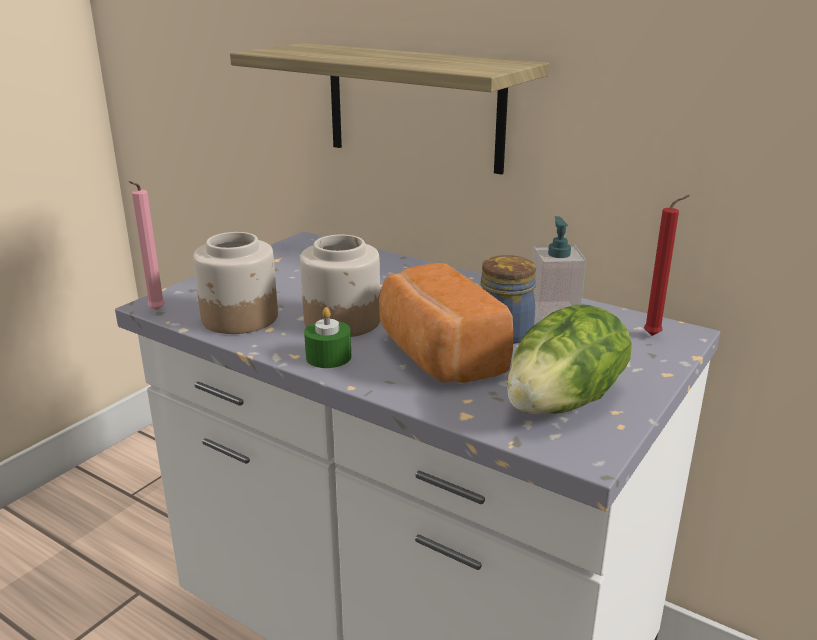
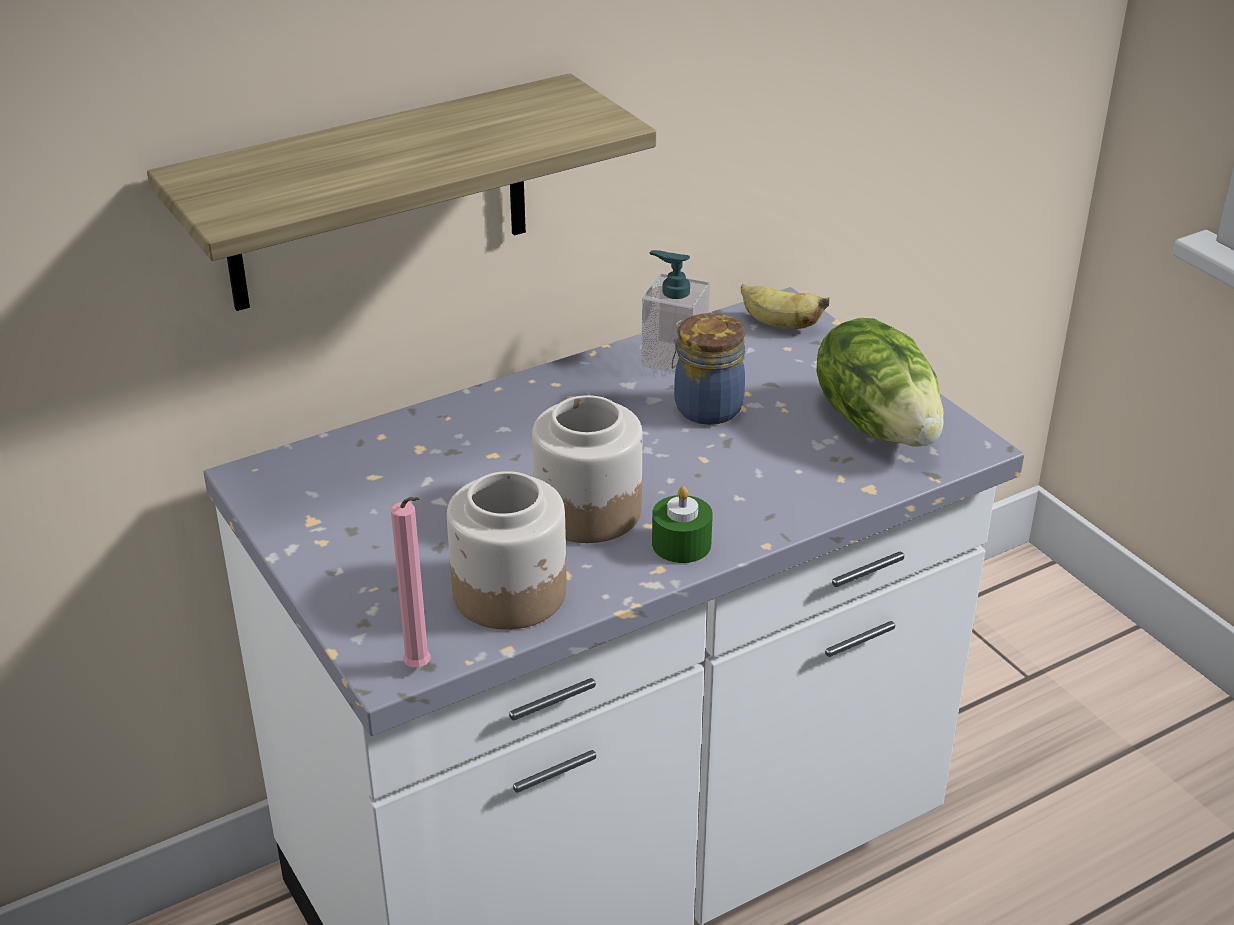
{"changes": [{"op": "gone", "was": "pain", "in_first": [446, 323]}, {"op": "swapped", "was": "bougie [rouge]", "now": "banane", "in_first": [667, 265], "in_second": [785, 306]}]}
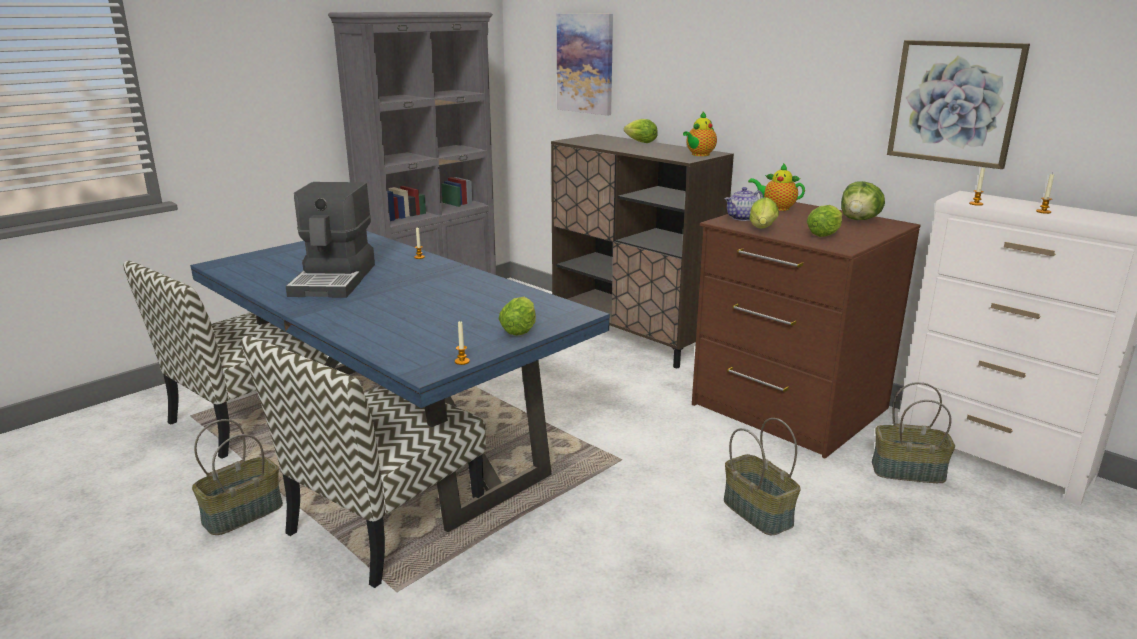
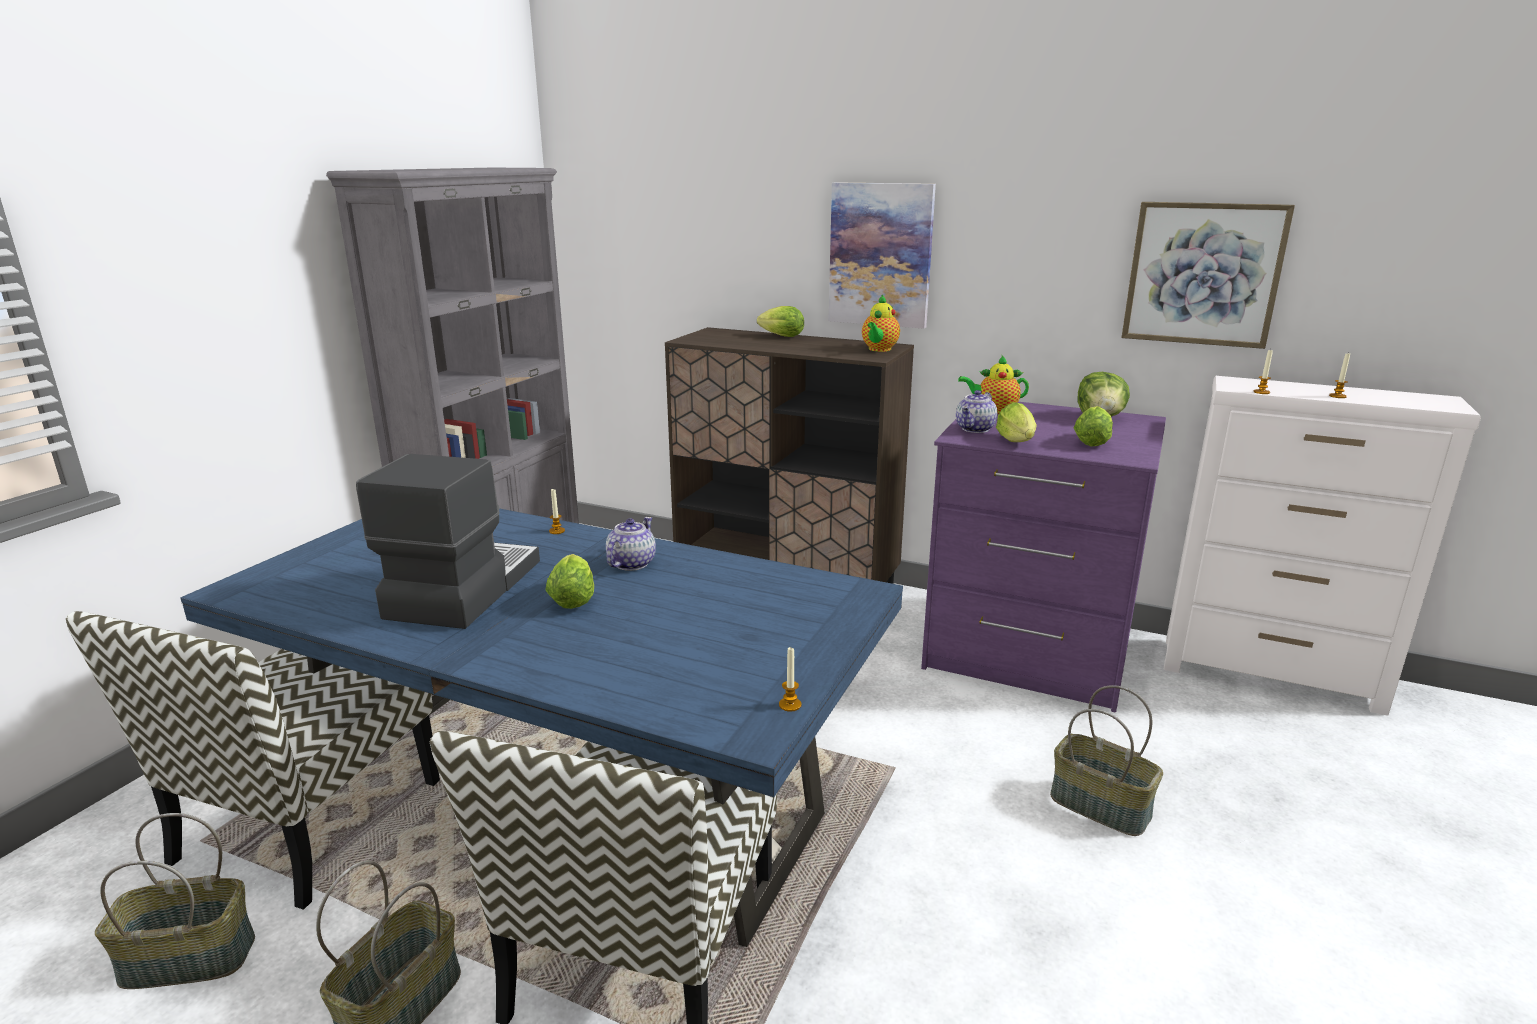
{"changes": [{"op": "rotated", "was": "machine à café", "in_first": [330, 240], "in_second": [448, 541], "clockwise": -150}, {"op": "shifted", "was": "laitue", "in_first": [517, 316], "in_second": [569, 581]}, {"op": "shifted", "was": "tableau", "in_first": [585, 64], "in_second": [882, 255]}, {"op": "repainted", "was": "commode [marron]", "now": "commode [violet]", "in_first": [806, 330], "in_second": [1043, 557]}, {"op": "shifted", "was": "panier", "in_first": [913, 432], "in_second": [175, 901]}, {"op": "new", "now": "théière", "in_second": [631, 544]}]}
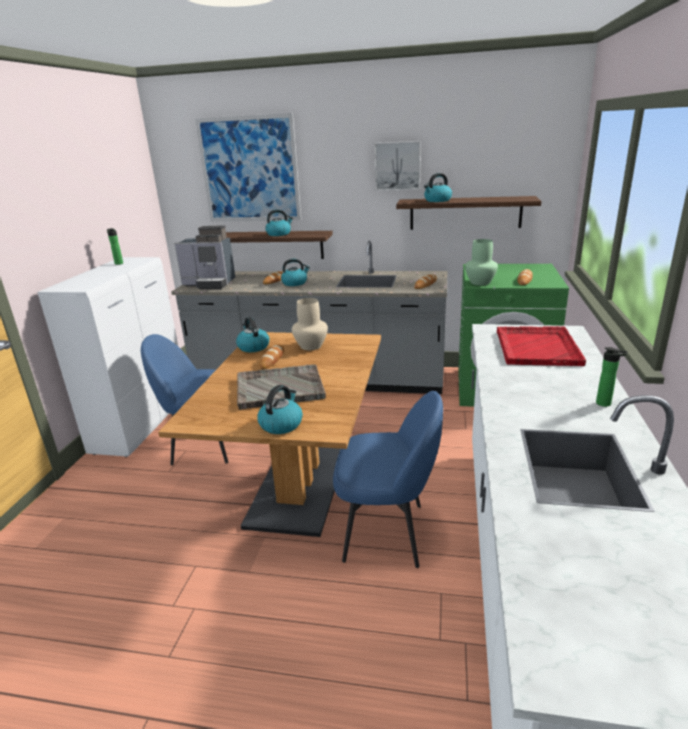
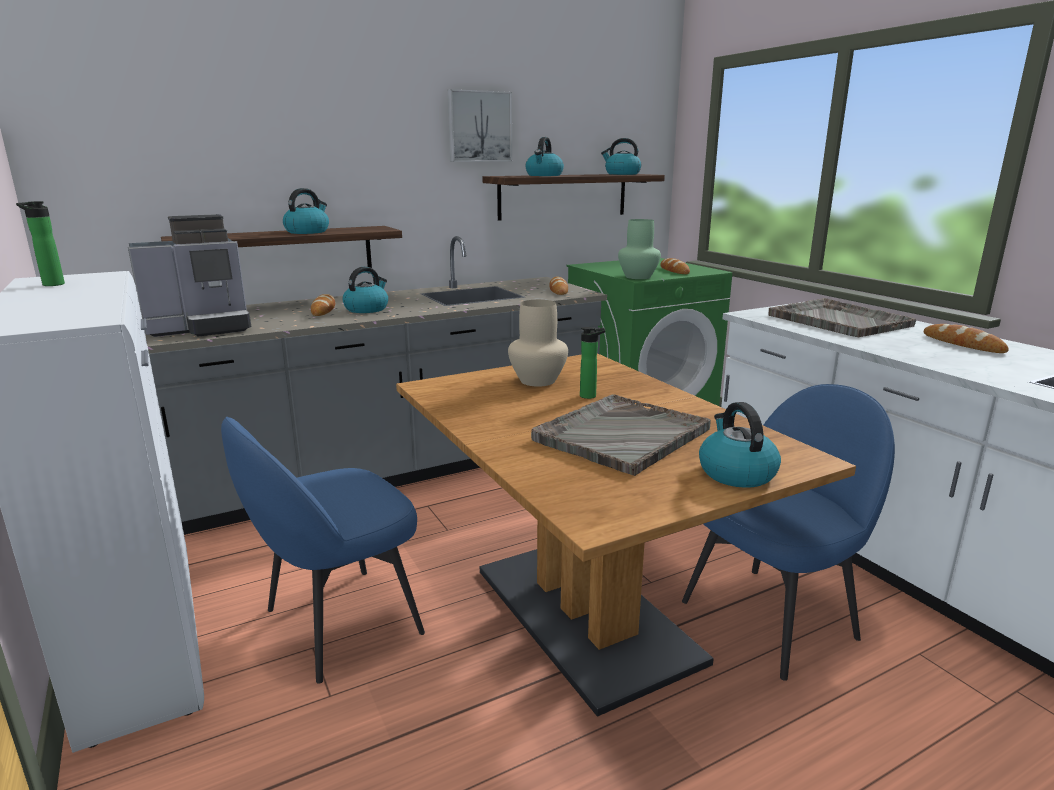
{"changes": [{"op": "gone", "was": "tableau", "in_first": [248, 167]}, {"op": "shifted", "was": "bouilloire", "in_first": [252, 334], "in_second": [621, 156]}, {"op": "shifted", "was": "pain", "in_first": [271, 357], "in_second": [966, 338]}, {"op": "repainted", "was": "plateau [rouge]", "now": "plateau [gris]", "in_first": [541, 346], "in_second": [842, 317]}, {"op": "shifted", "was": "bouteille", "in_first": [612, 377], "in_second": [592, 363]}]}
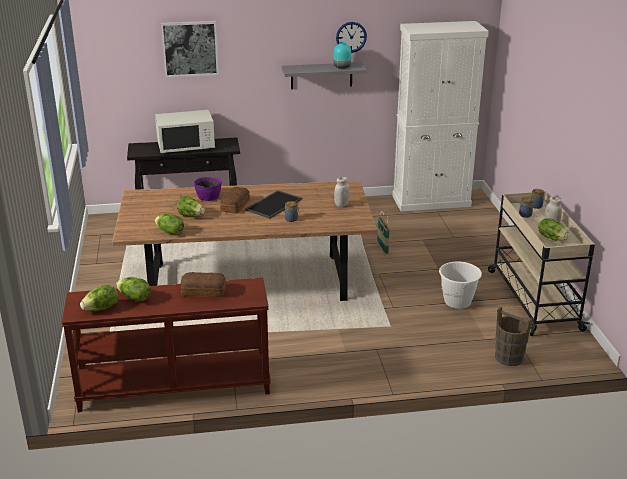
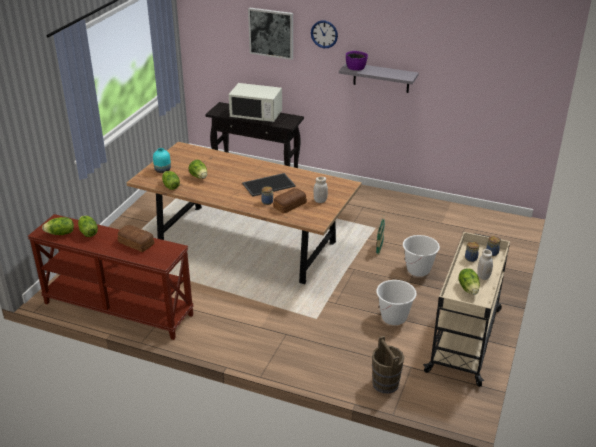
{"changes": [{"op": "shifted", "was": "bol [violet]", "in_first": [208, 189], "in_second": [357, 60]}, {"op": "shifted", "was": "pain", "in_first": [235, 200], "in_second": [290, 200]}, {"op": "shifted", "was": "vase [turquoise]", "in_first": [342, 55], "in_second": [162, 160]}, {"op": "shifted", "was": "horloge murale", "in_first": [351, 37], "in_second": [324, 34]}, {"op": "gone", "was": "meuble de rangement [blanc]", "in_first": [440, 116]}, {"op": "new", "now": "seau [blanc]", "in_second": [421, 256]}]}
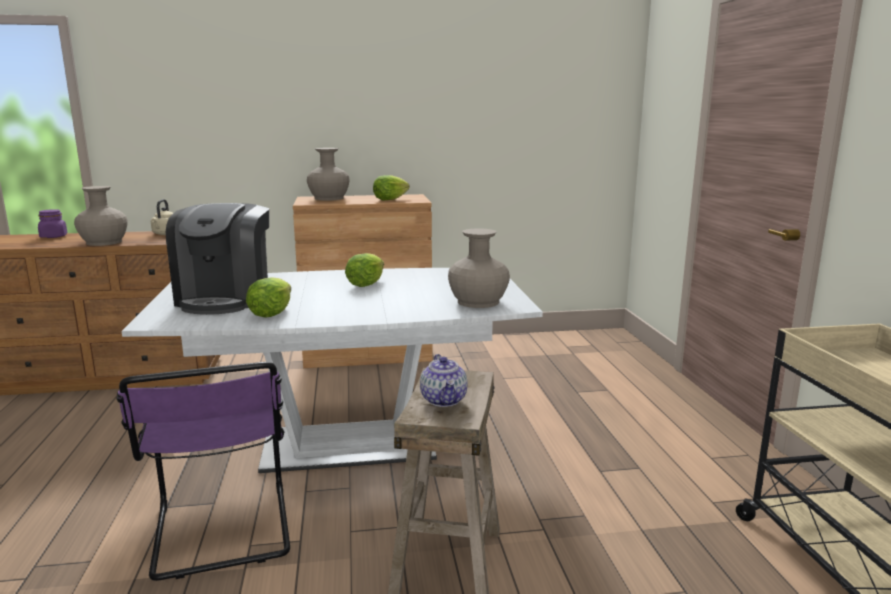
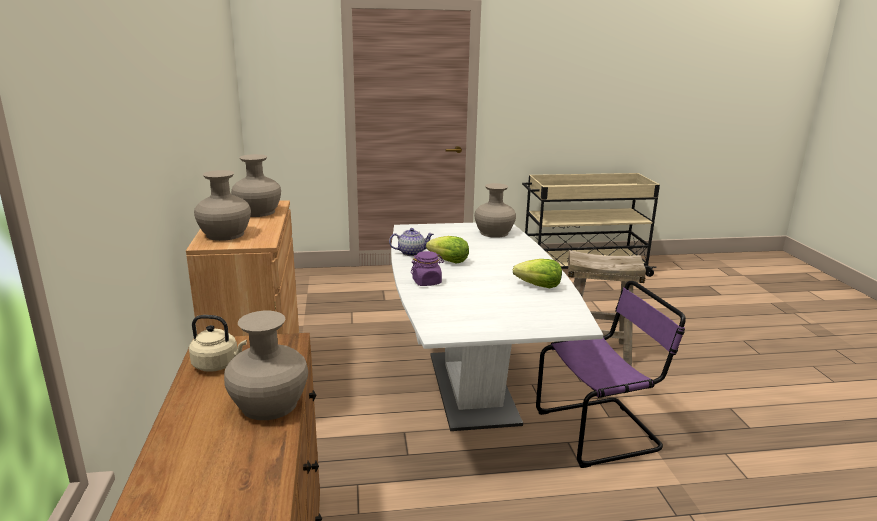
{"changes": [{"op": "shifted", "was": "bocal [violet]", "in_first": [52, 223], "in_second": [427, 268]}, {"op": "gone", "was": "machine à café", "in_first": [217, 259]}, {"op": "swapped", "was": "laitue", "now": "vase [beige]", "in_first": [391, 187], "in_second": [256, 185]}, {"op": "shifted", "was": "théière", "in_first": [444, 380], "in_second": [411, 242]}]}
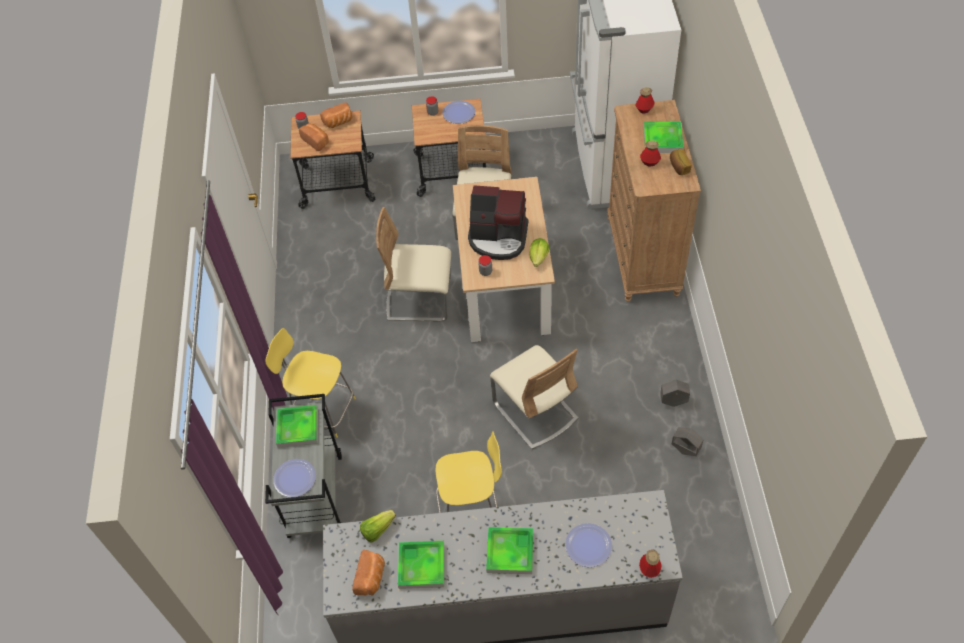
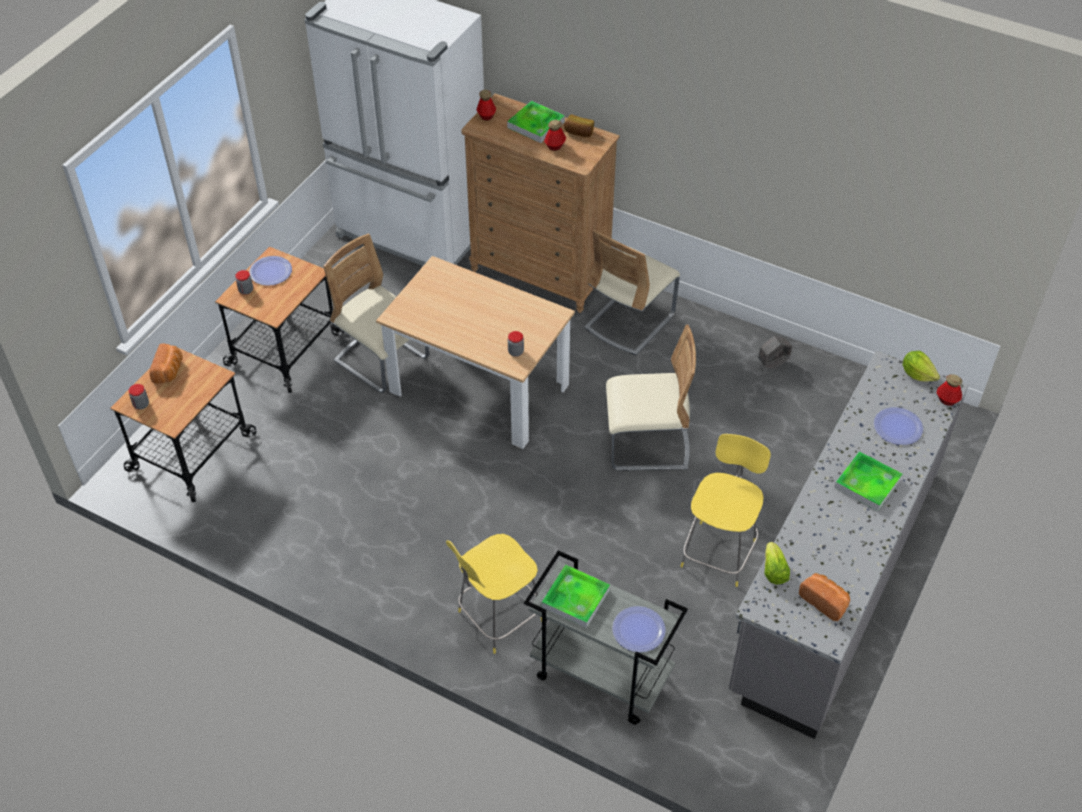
{"changes": [{"op": "gone", "was": "pain", "in_first": [314, 137]}, {"op": "shifted", "was": "chaise [beige]", "in_first": [413, 264], "in_second": [632, 292]}, {"op": "gone", "was": "plateau", "in_first": [421, 565]}, {"op": "gone", "was": "machine à café", "in_first": [498, 222]}, {"op": "shifted", "was": "laitue", "in_first": [539, 252], "in_second": [921, 366]}, {"op": "gone", "was": "cache-pot [gris]", "in_first": [675, 393]}]}
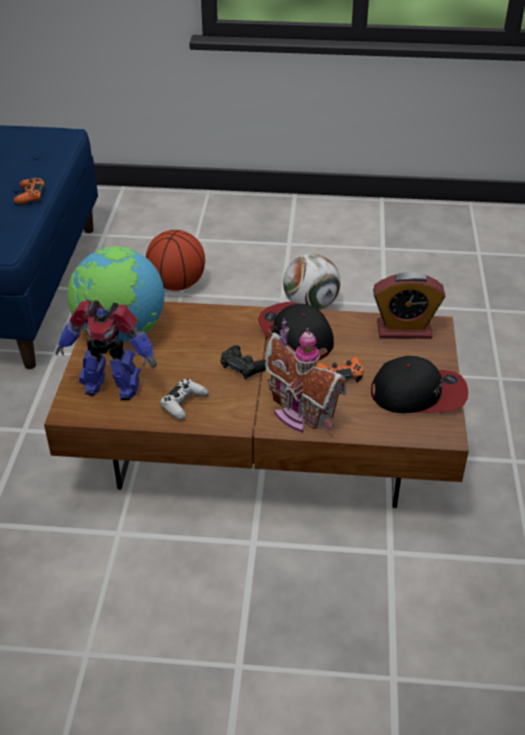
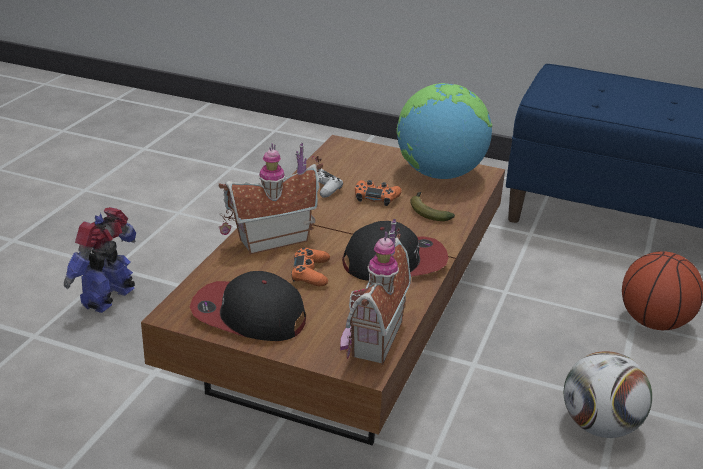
{"changes": [{"op": "shifted", "was": "manette [orange]", "in_first": [29, 191], "in_second": [378, 193]}, {"op": "shifted", "was": "robot jouet", "in_first": [106, 350], "in_second": [100, 260]}, {"op": "gone", "was": "manette [noir]", "in_first": [243, 362]}, {"op": "rotated", "was": "casquette", "in_first": [419, 384], "in_second": [248, 306], "clockwise": 90}, {"op": "swapped", "was": "réveil", "now": "maison miniature", "in_first": [409, 305], "in_second": [375, 292]}, {"op": "new", "now": "banane", "in_second": [432, 206]}]}
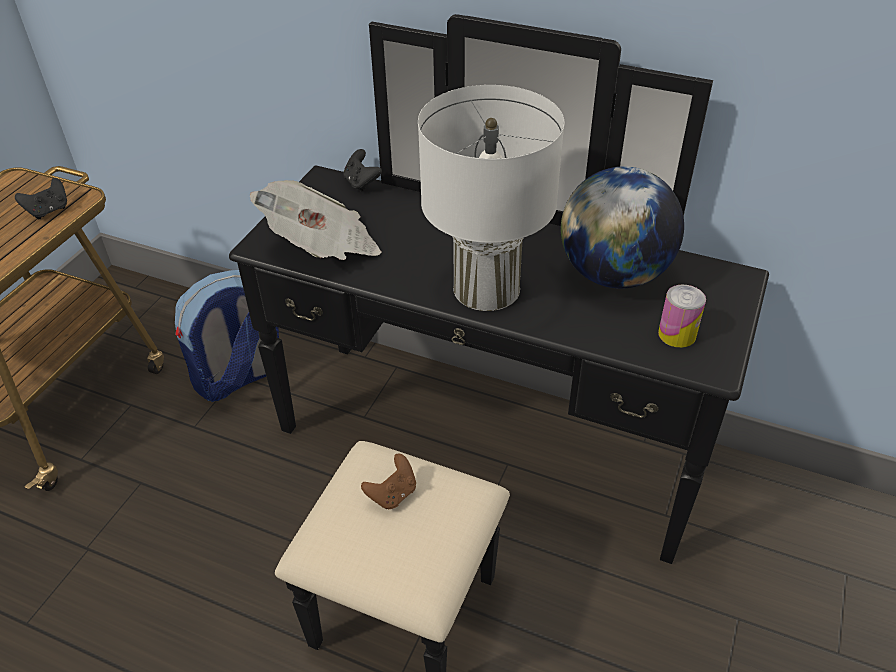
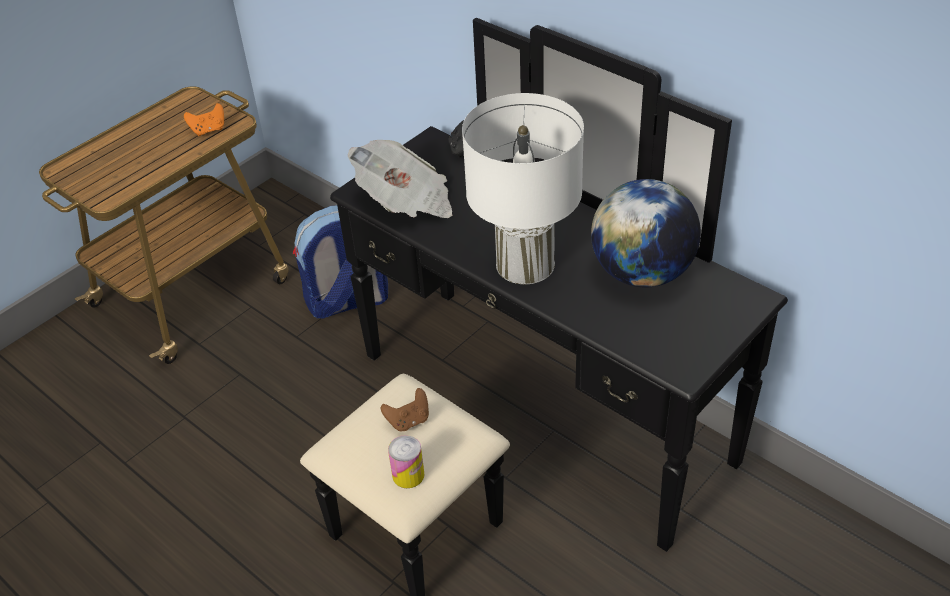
{"changes": [{"op": "repainted", "was": "manette [noir]", "now": "manette [orange]", "in_first": [41, 198], "in_second": [204, 119]}, {"op": "shifted", "was": "boîte métallique", "in_first": [682, 316], "in_second": [406, 461]}]}
